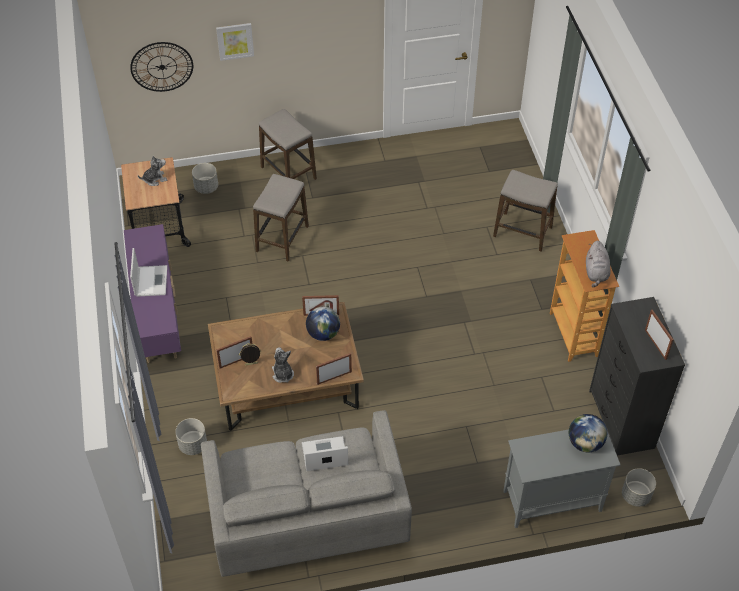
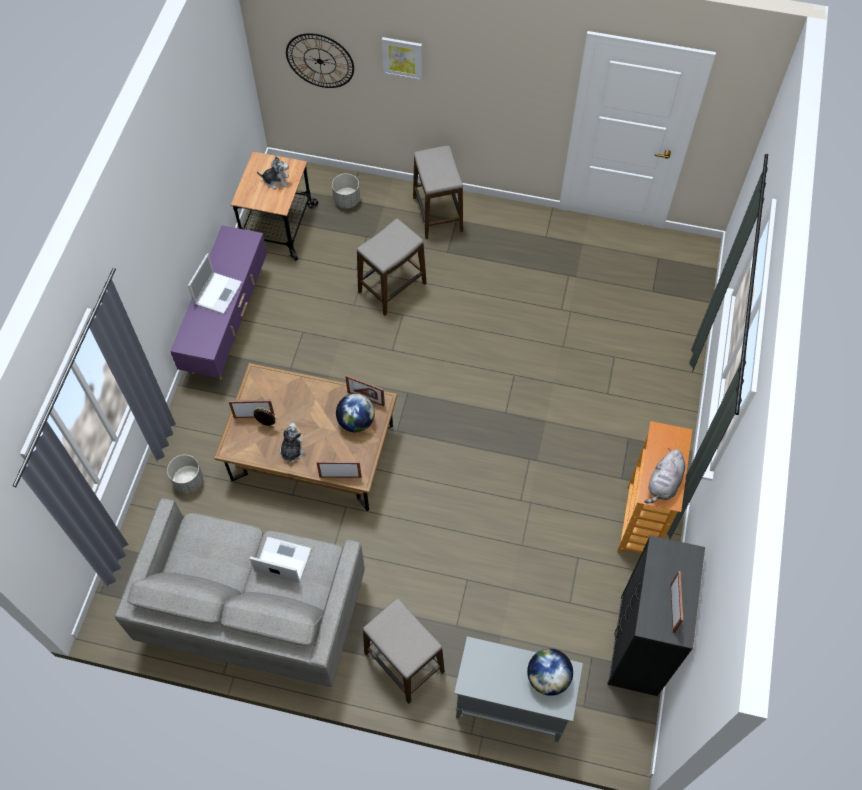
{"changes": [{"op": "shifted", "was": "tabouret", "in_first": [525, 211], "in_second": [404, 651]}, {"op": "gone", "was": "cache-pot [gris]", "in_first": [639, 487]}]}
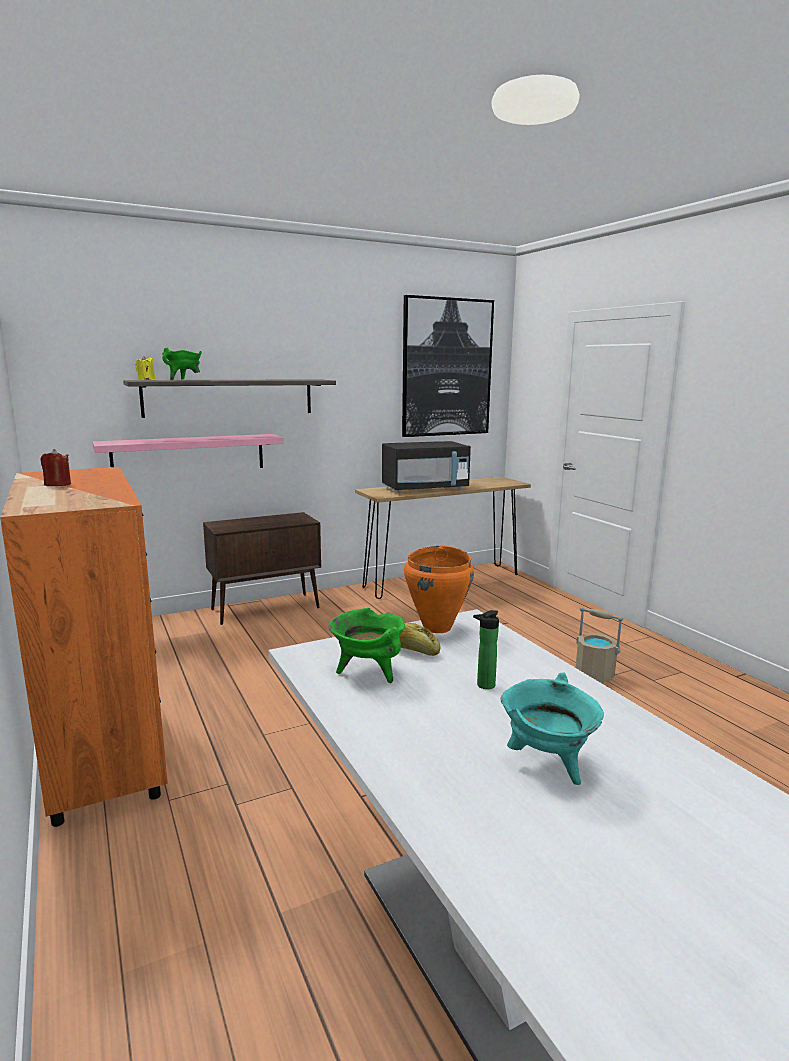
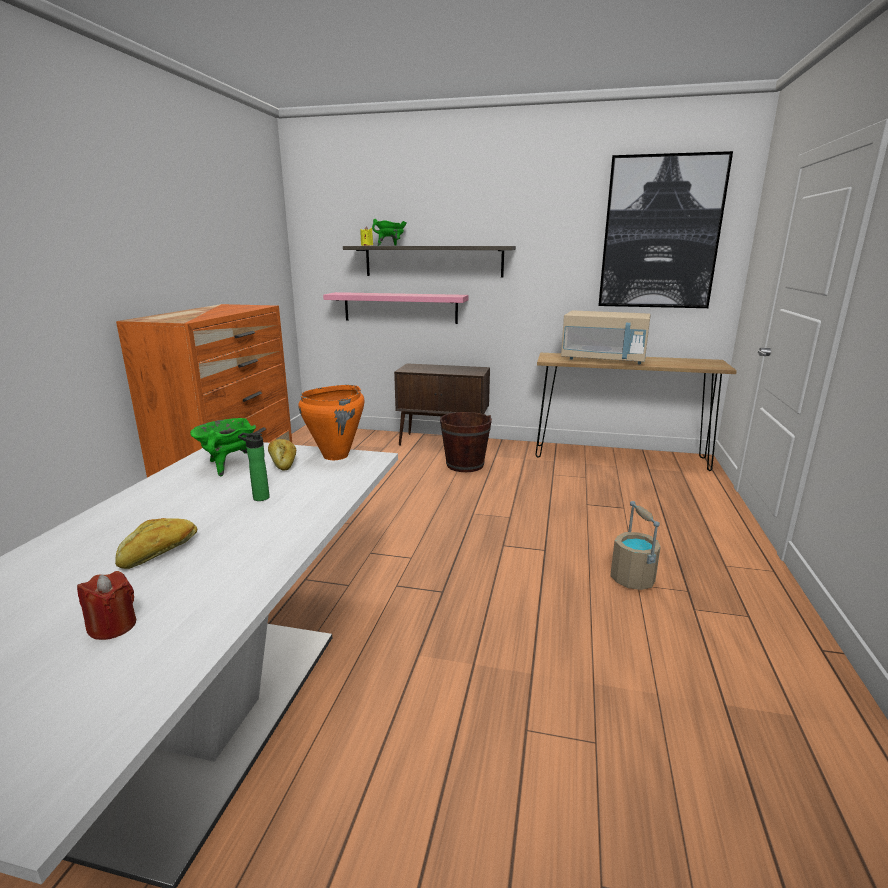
{"changes": [{"op": "shifted", "was": "bougie [rouge]", "in_first": [55, 467], "in_second": [106, 605]}, {"op": "repainted", "was": "micro-ondes [noir]", "now": "micro-ondes [beige]", "in_first": [426, 467], "in_second": [606, 337]}, {"op": "swapped", "was": "marmite [turquoise]", "now": "pain", "in_first": [552, 728], "in_second": [156, 543]}, {"op": "new", "now": "seau [marron]", "in_second": [466, 442]}]}
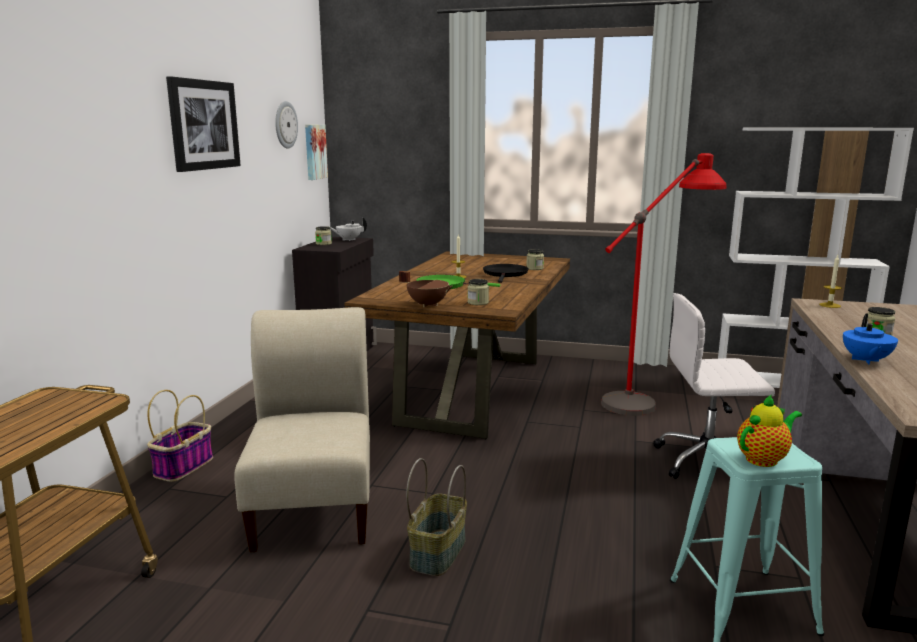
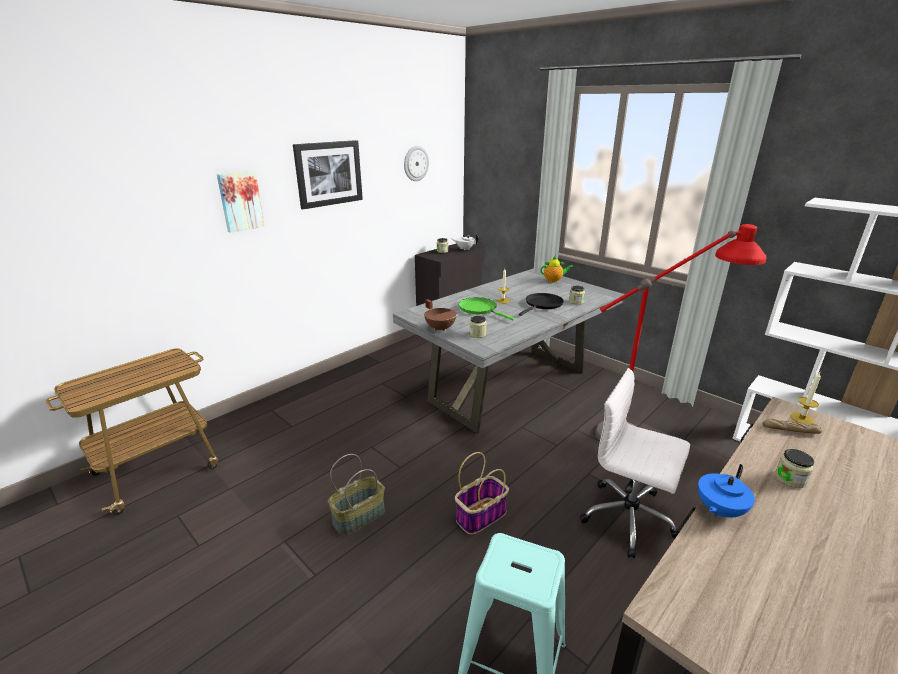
{"changes": [{"op": "shifted", "was": "panier", "in_first": [180, 436], "in_second": [482, 493]}, {"op": "gone", "was": "chaise [beige]", "in_first": [302, 429]}, {"op": "shifted", "was": "tableau", "in_first": [316, 152], "in_second": [241, 202]}, {"op": "repainted", "was": "table à manger [marron]", "now": "table à manger [gris]", "in_first": [457, 345], "in_second": [509, 351]}, {"op": "shifted", "was": "théière", "in_first": [769, 430], "in_second": [557, 268]}, {"op": "new", "now": "pain", "in_second": [792, 426]}]}
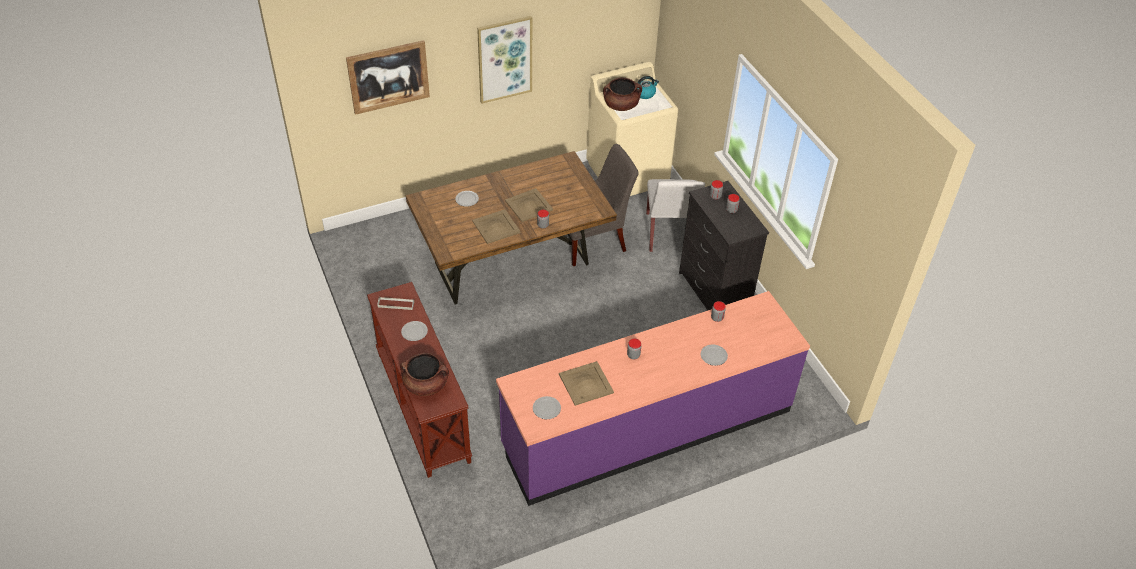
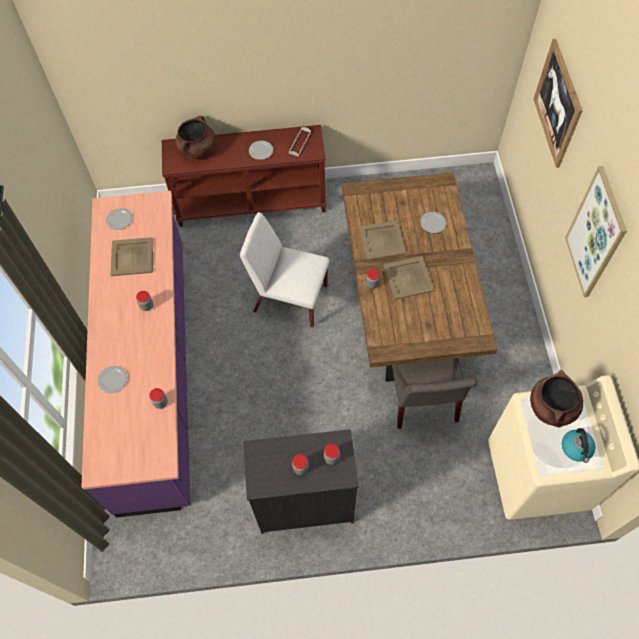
{"changes": [{"op": "shifted", "was": "chaise [blanc]", "in_first": [675, 215], "in_second": [285, 269]}]}
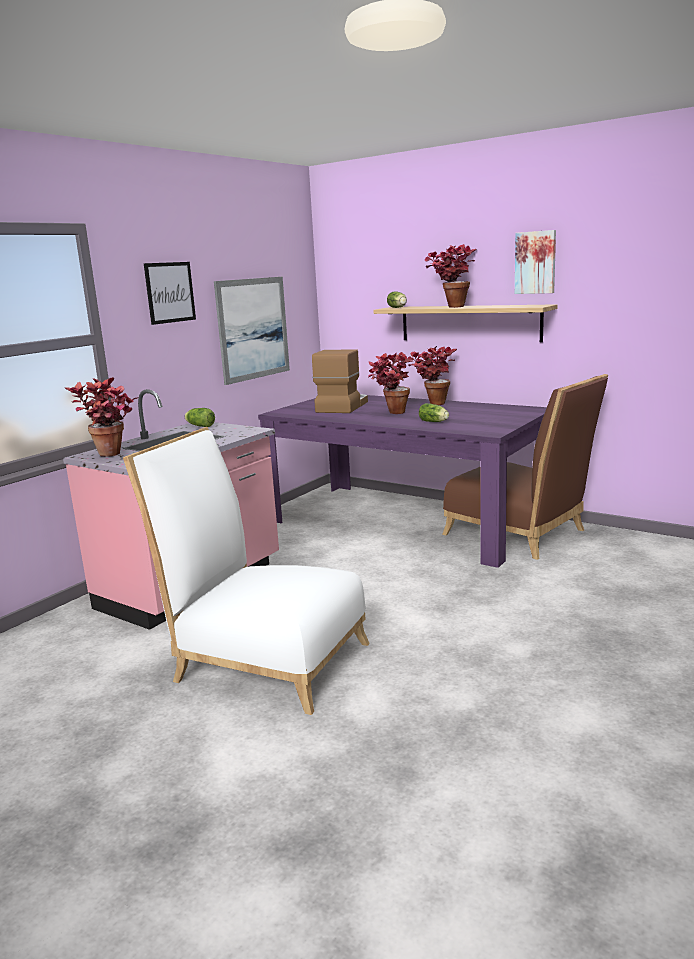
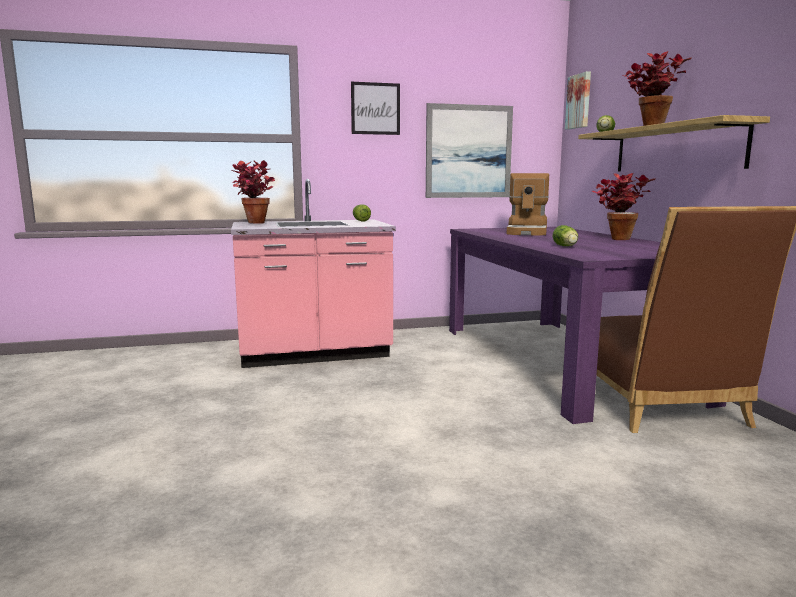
{"changes": [{"op": "gone", "was": "chaise [blanc]", "in_first": [246, 571]}, {"op": "rotated", "was": "machine à café", "in_first": [340, 381], "in_second": [528, 204], "clockwise": 135}, {"op": "gone", "was": "plante en pot", "in_first": [390, 383]}, {"op": "shifted", "was": "tableau", "in_first": [535, 262], "in_second": [578, 100]}]}
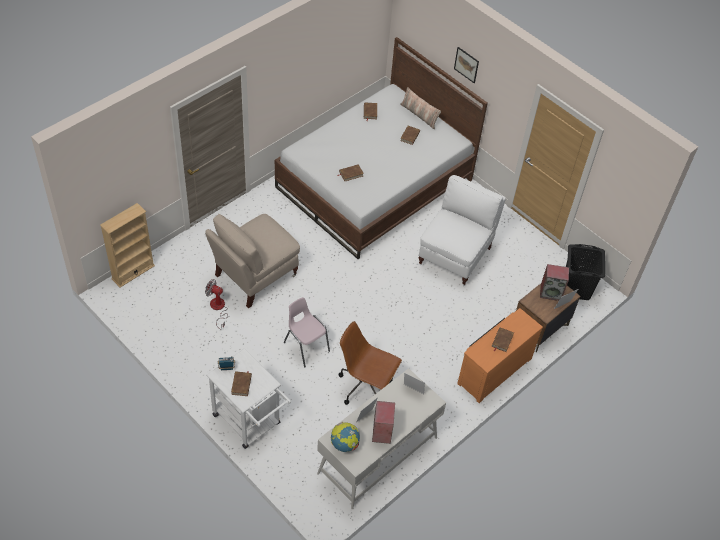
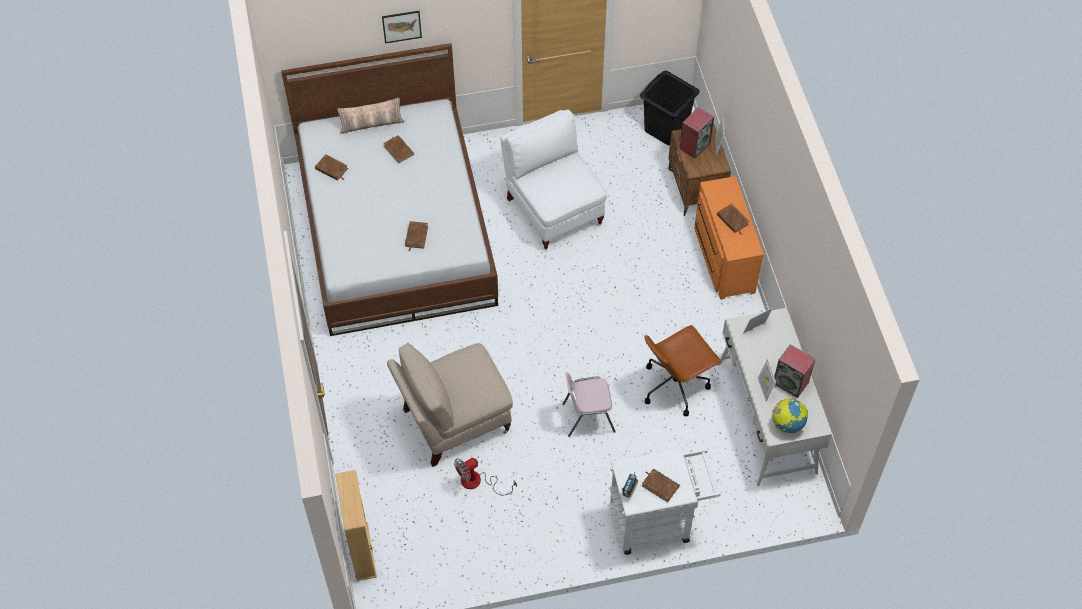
{"changes": [{"op": "rotated", "was": "chaise [beige]", "in_first": [252, 261], "in_second": [450, 405], "clockwise": 75}]}
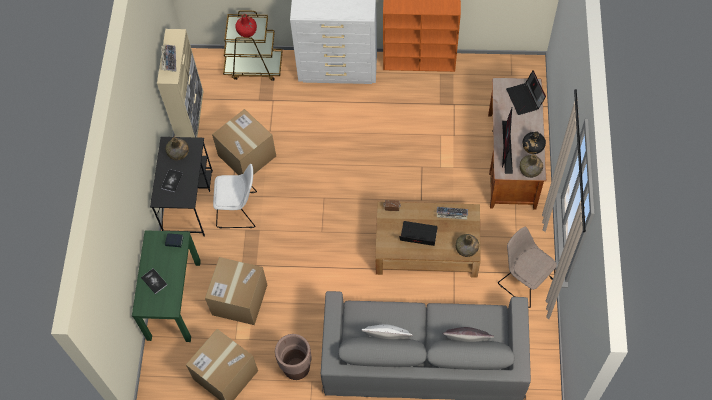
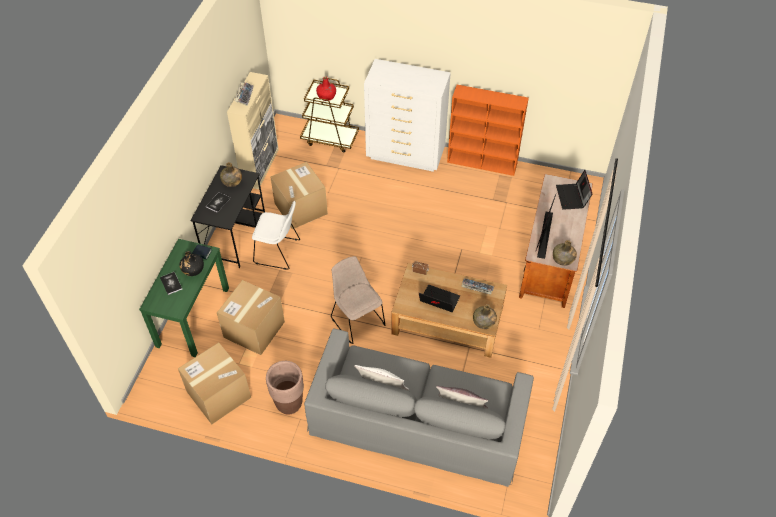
{"changes": [{"op": "shifted", "was": "chaise [beige]", "in_first": [527, 267], "in_second": [358, 300]}, {"op": "shifted", "was": "bouteille [noir]", "in_first": [534, 142], "in_second": [191, 263]}]}
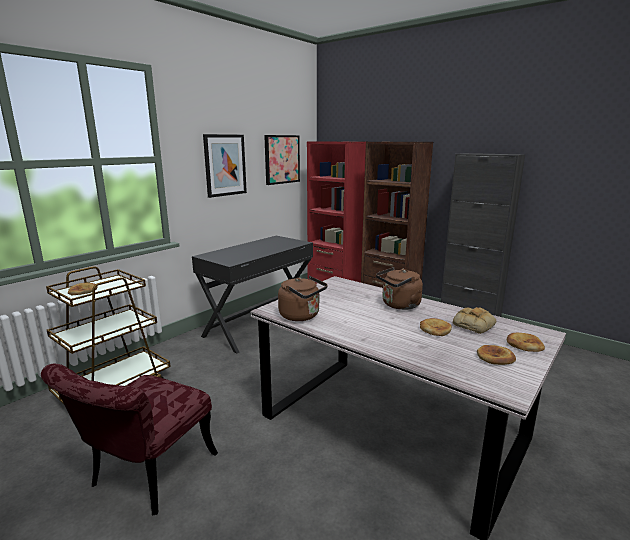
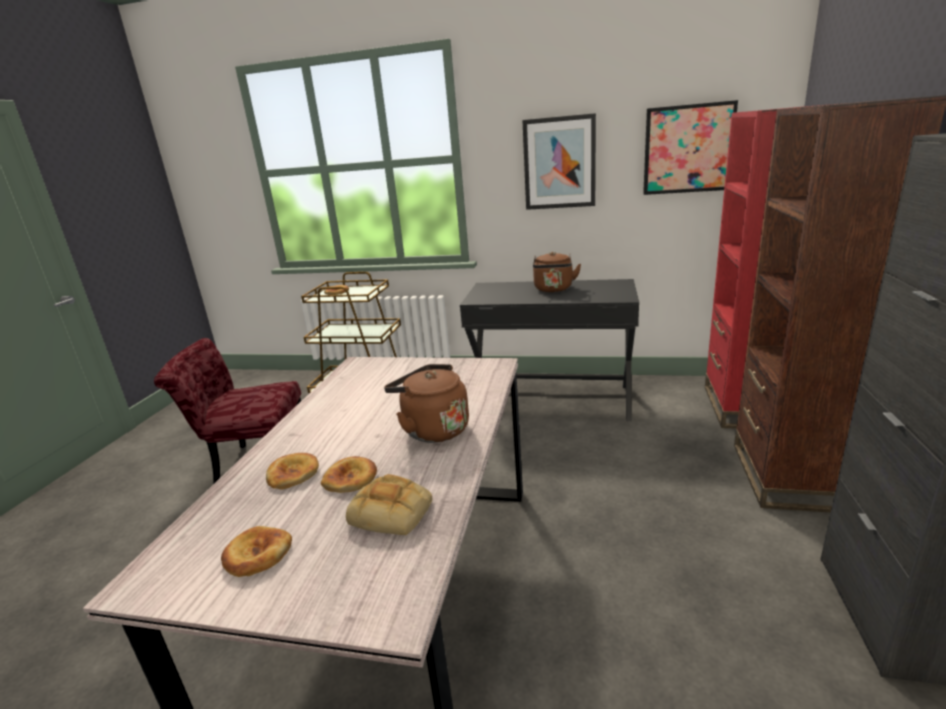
{"changes": [{"op": "shifted", "was": "bouilloire [marron]", "in_first": [303, 298], "in_second": [557, 272]}, {"op": "shifted", "was": "pain", "in_first": [526, 342], "in_second": [292, 471]}]}
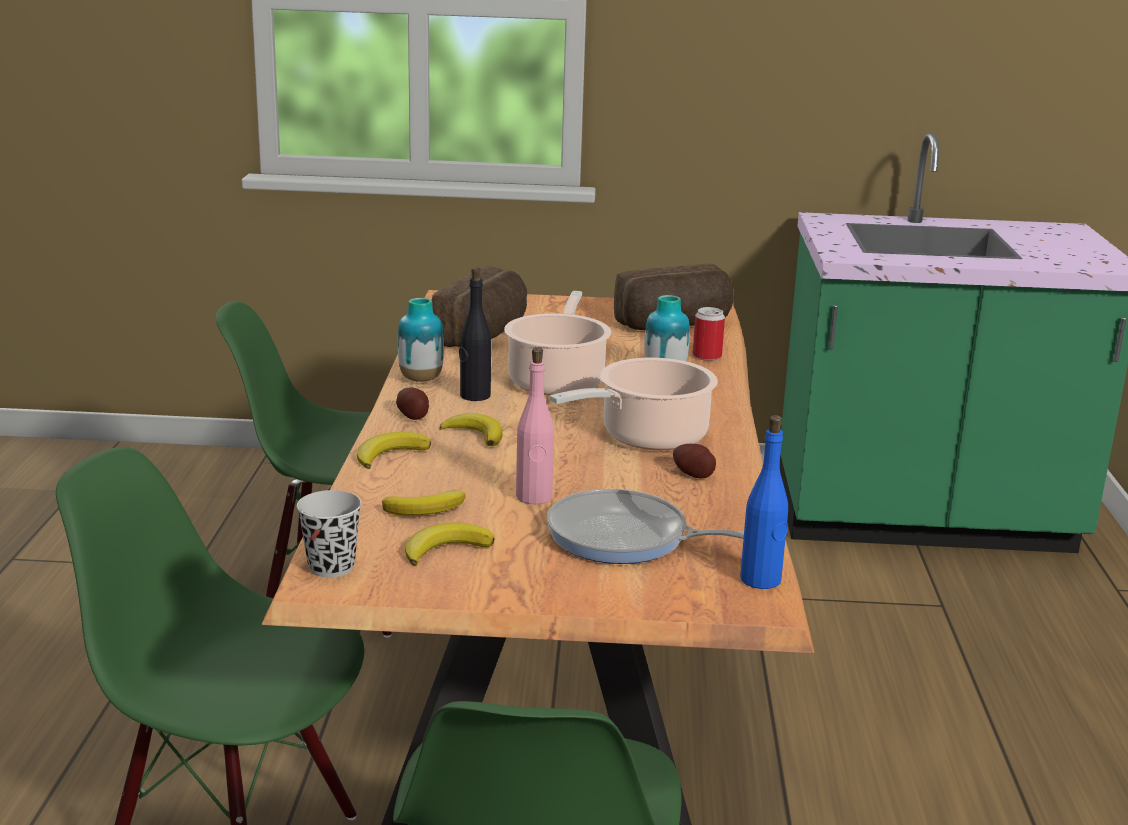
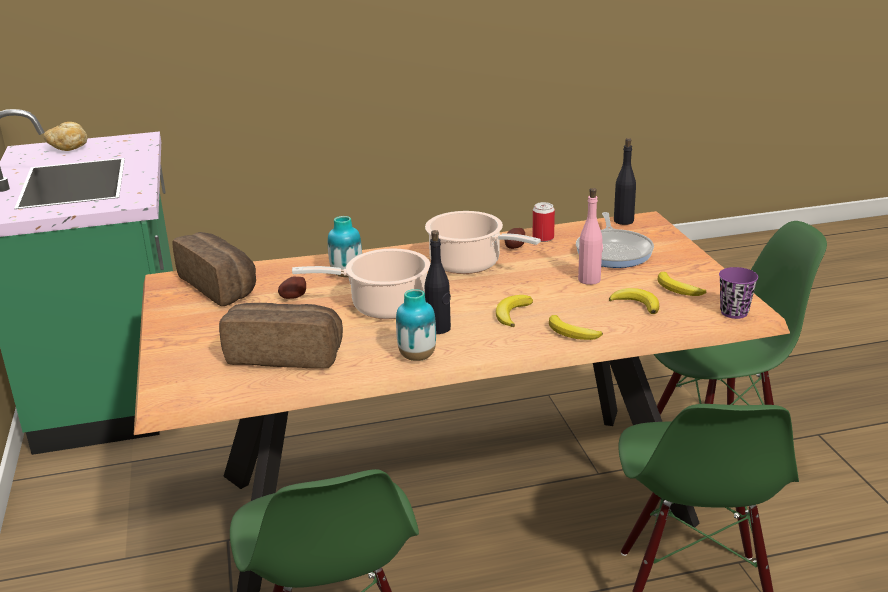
{"changes": [{"op": "repainted", "was": "tasse [noir]", "now": "tasse [violet]", "in_first": [329, 534], "in_second": [738, 293]}, {"op": "shifted", "was": "pomme de terre", "in_first": [412, 403], "in_second": [292, 287]}, {"op": "shifted", "was": "boîte métallique", "in_first": [709, 334], "in_second": [544, 222]}, {"op": "repainted", "was": "bouteille [bleu]", "now": "bouteille [noir]", "in_first": [764, 502], "in_second": [625, 181]}, {"op": "new", "now": "pain", "in_second": [65, 136]}]}
